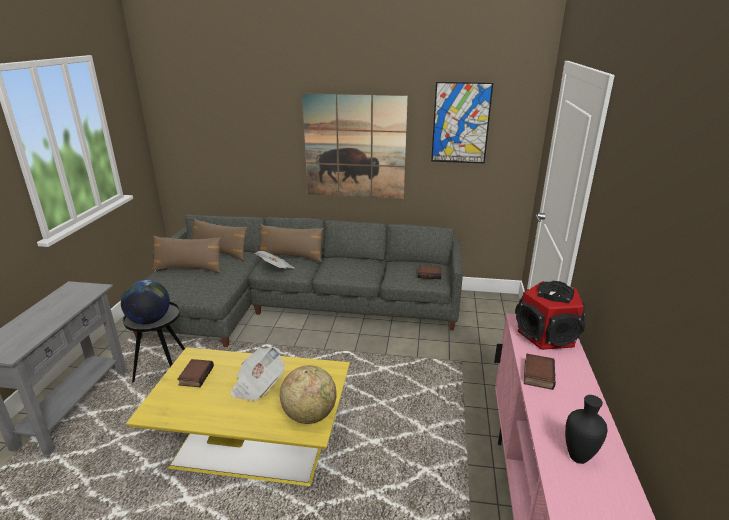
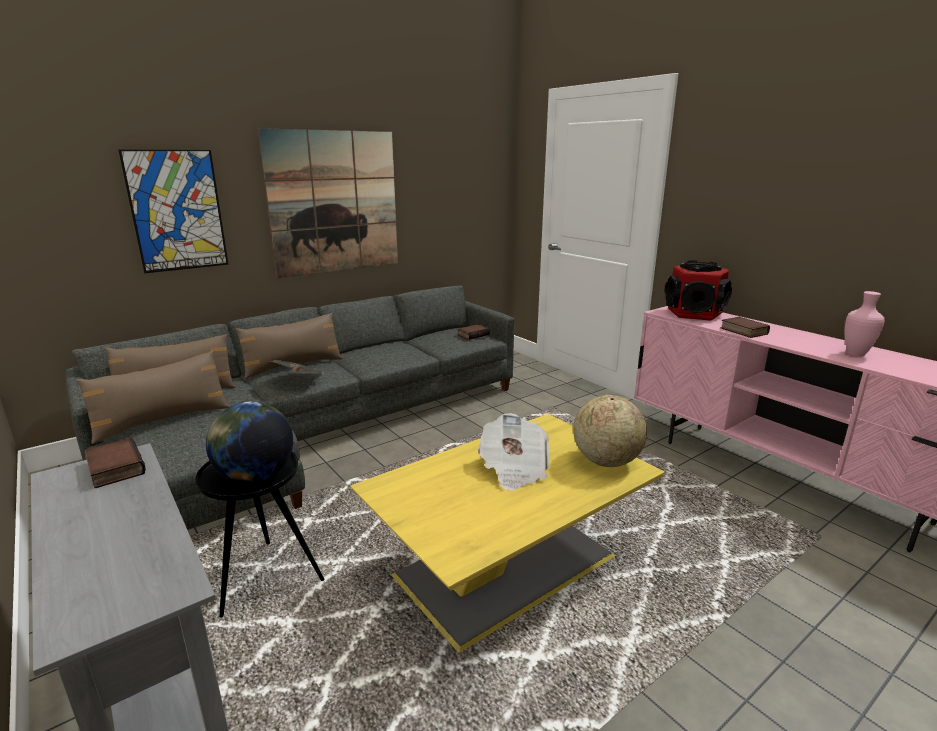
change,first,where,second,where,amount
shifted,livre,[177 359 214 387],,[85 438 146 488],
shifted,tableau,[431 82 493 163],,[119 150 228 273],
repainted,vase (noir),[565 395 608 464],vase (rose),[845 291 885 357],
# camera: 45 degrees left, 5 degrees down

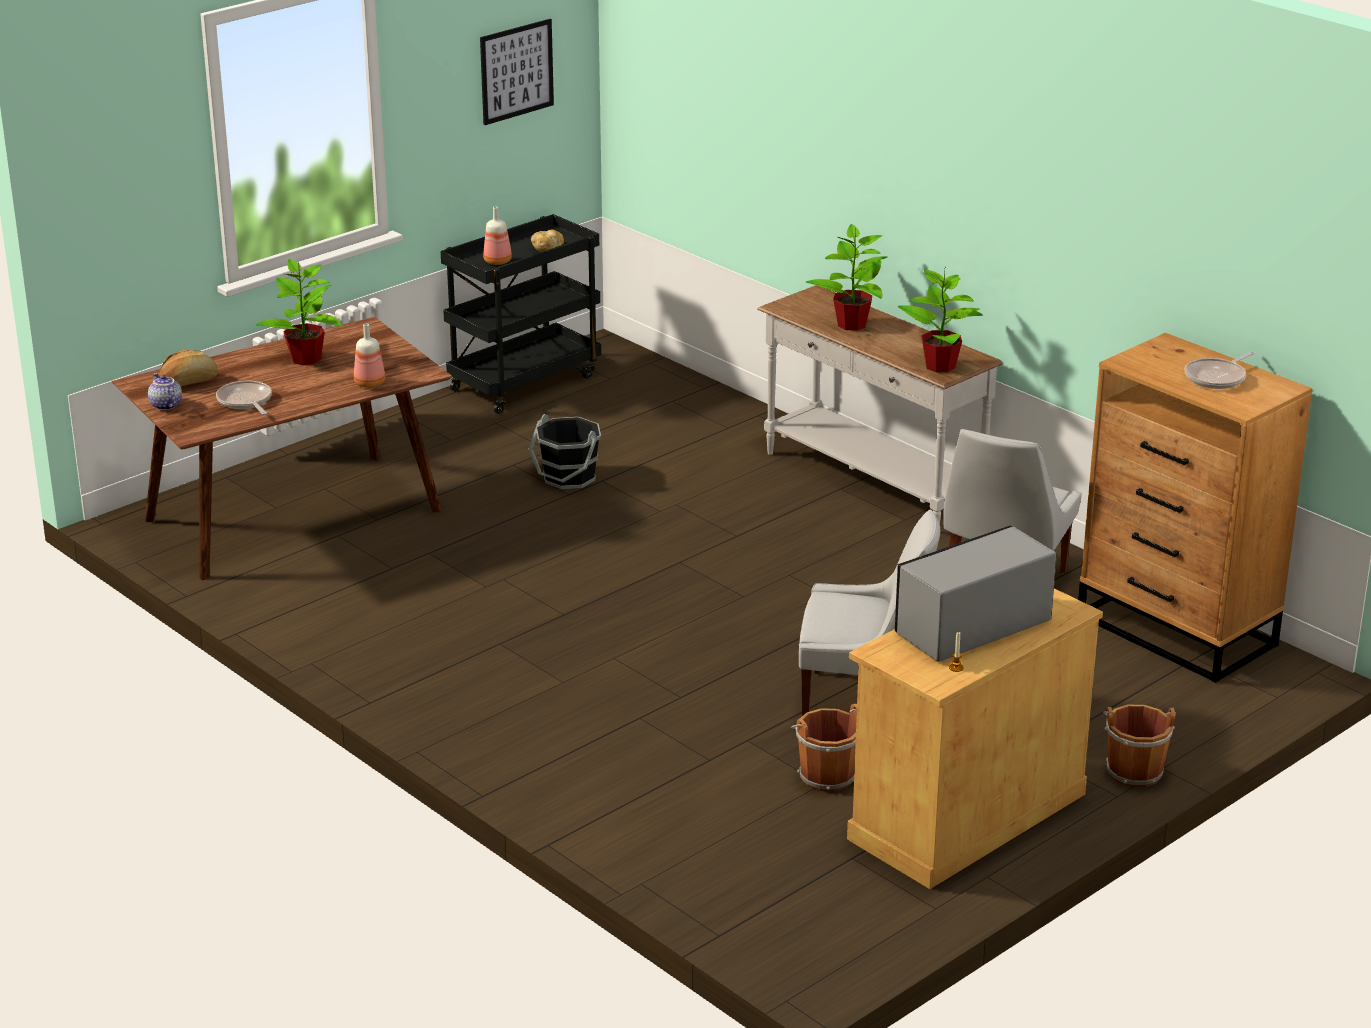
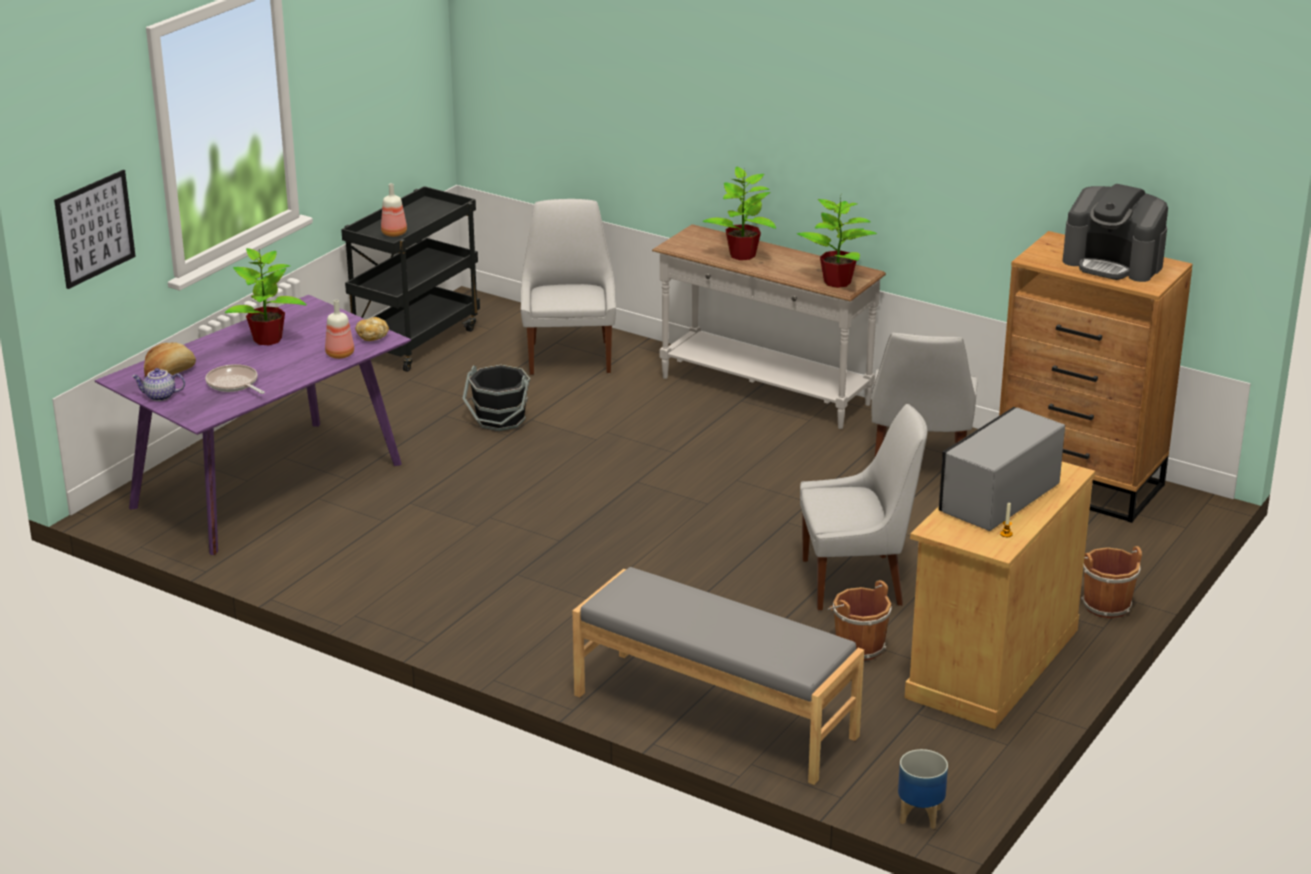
change,first,where,second,where,amount
repainted,table à manger (marron),[112 317 452 580],table à manger (violet),[95 295 411 555],
rotated,théière,[148 373 182 410],,[132 368 185 401],45 degrees counterclockwise
shifted,tableau,[480 19 554 125],,[54 170 136 289],
shifted,pain,[531 229 564 252],,[355 317 389 341],
swapped,poêle,[1185 351 1255 389],machine à café,[1063 184 1168 282],
new,,,chaise (blanc),[521 199 616 375],
new,,,banc (gris),[572 567 864 785],
new,,,cache-pot,[898 749 948 829],
# camera: 15 degrees left, 0 degrees up

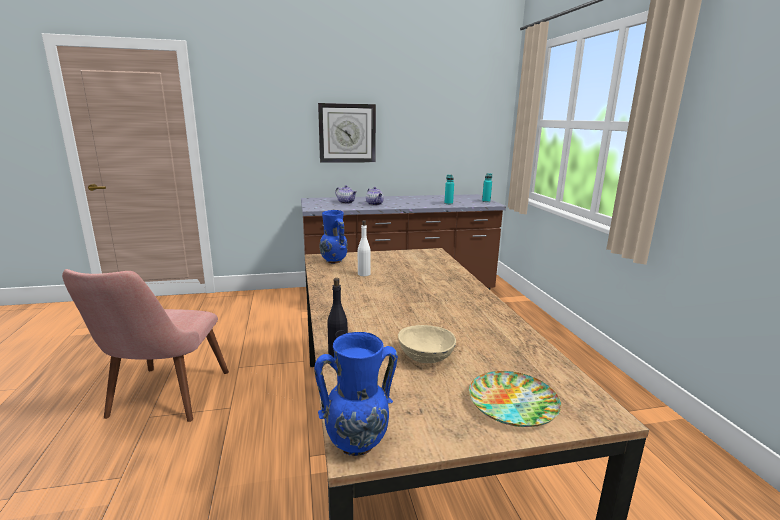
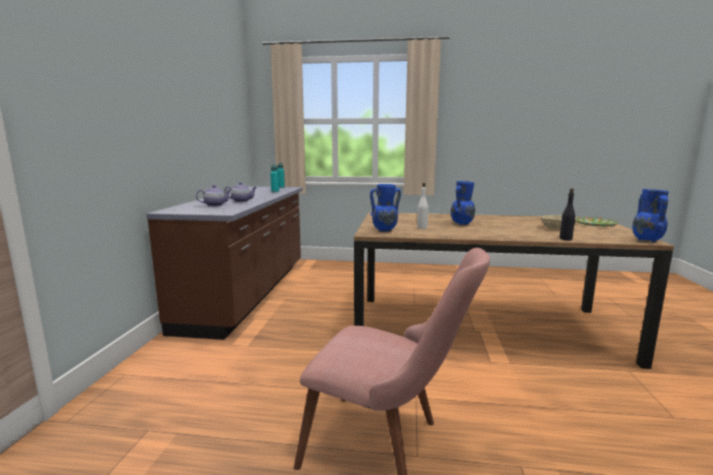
change,first,where,second,where,amount
gone,horloge murale,[318 103 376 163],,,
new,,,vase (bleu),[451 181 475 226],
# camera: 70 degrees left, 5 degrees down

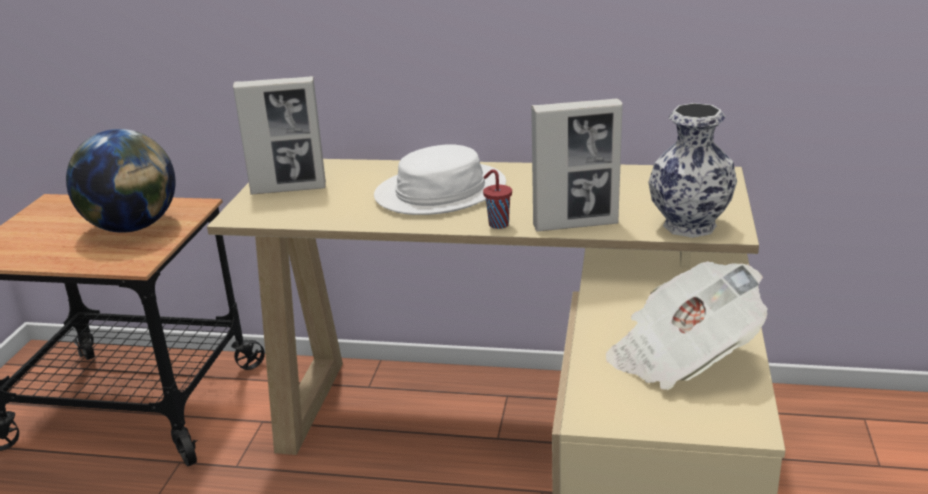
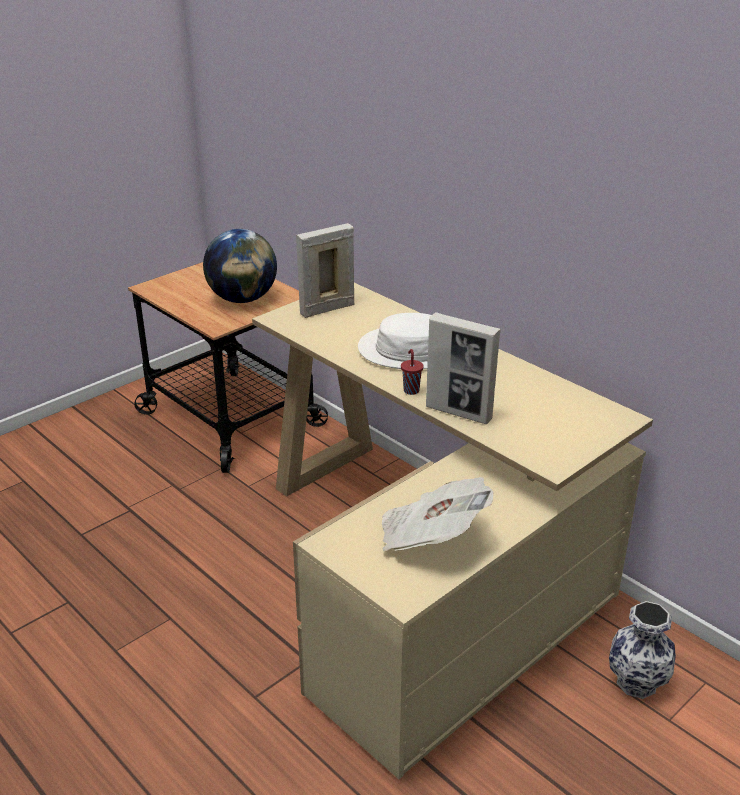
change,first,where,second,where,amount
rotated,cadre photo,[233 76 326 194],,[296 223 354 318],120 degrees clockwise
shifted,vase,[648 103 737 238],,[609 601 676 699],
# camera: 35 degrees right, 5 degrees up

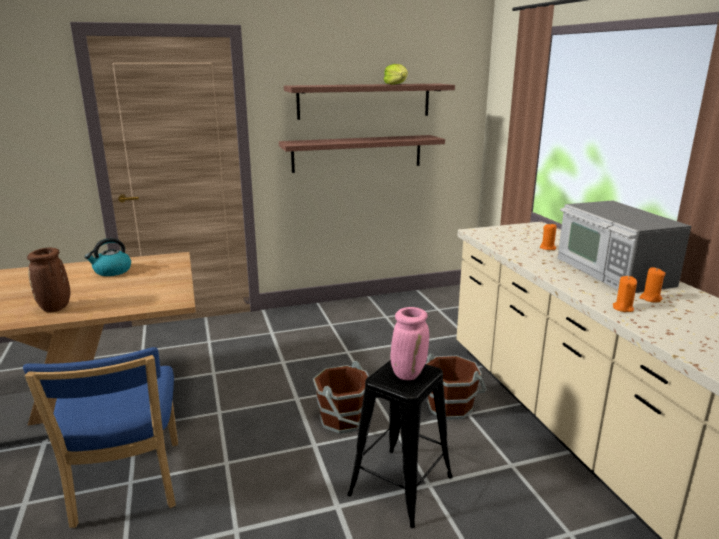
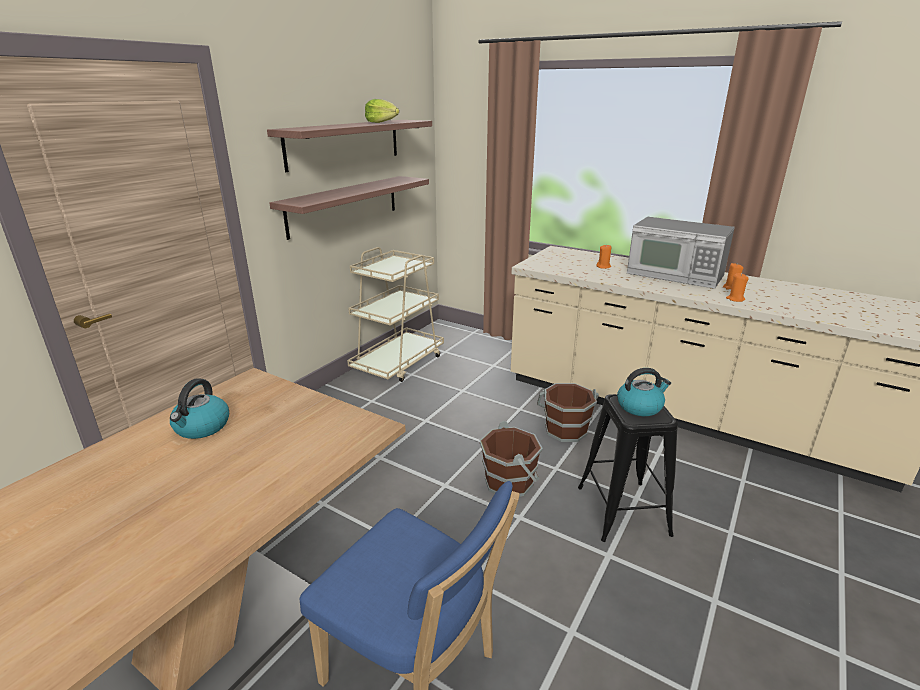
change,first,where,second,where,amount
gone,vase (marron),[27 248 70 312],,,
swapped,vase (rose),[390 307 429 380],bouilloire,[617 368 671 416],
new,,,chariot (beige),[347 247 444 382],
# camera: 40 degrees left, 5 degrees up

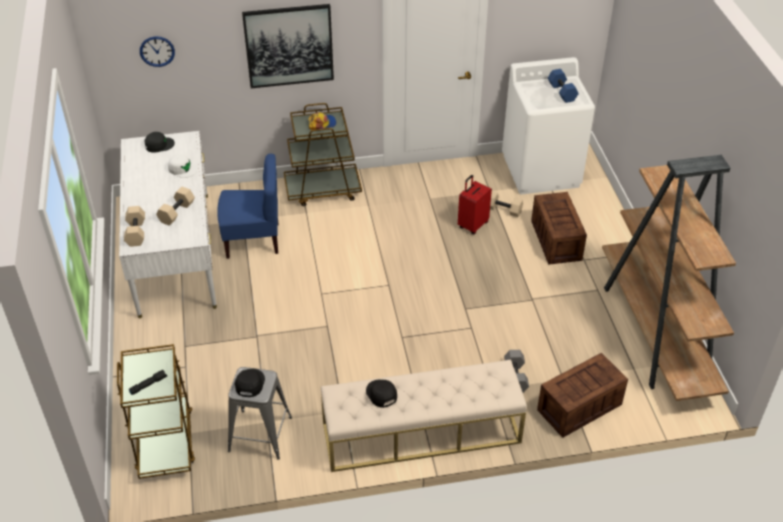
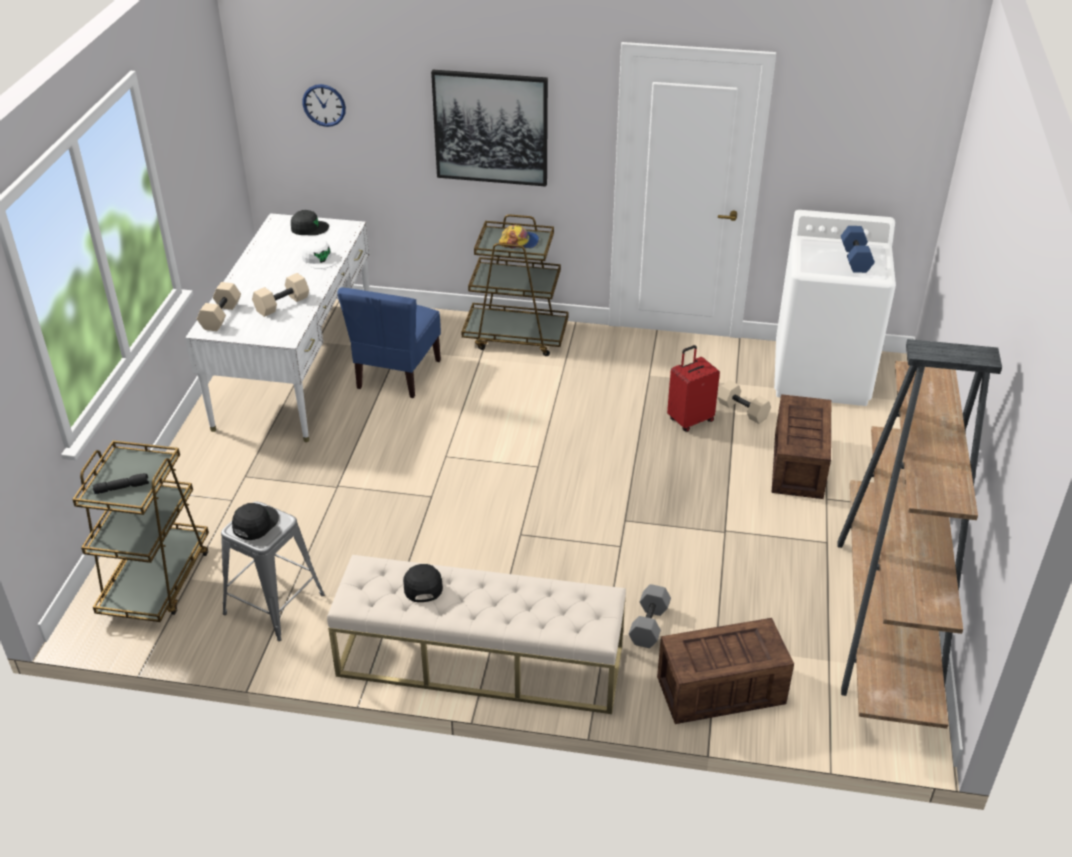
change,first,where,second,where,amount
rotated,chaise (bleu),[217 154 278 259],,[337 288 441 398],90 degrees clockwise
# camera: 20 degrees right, 5 degrees down

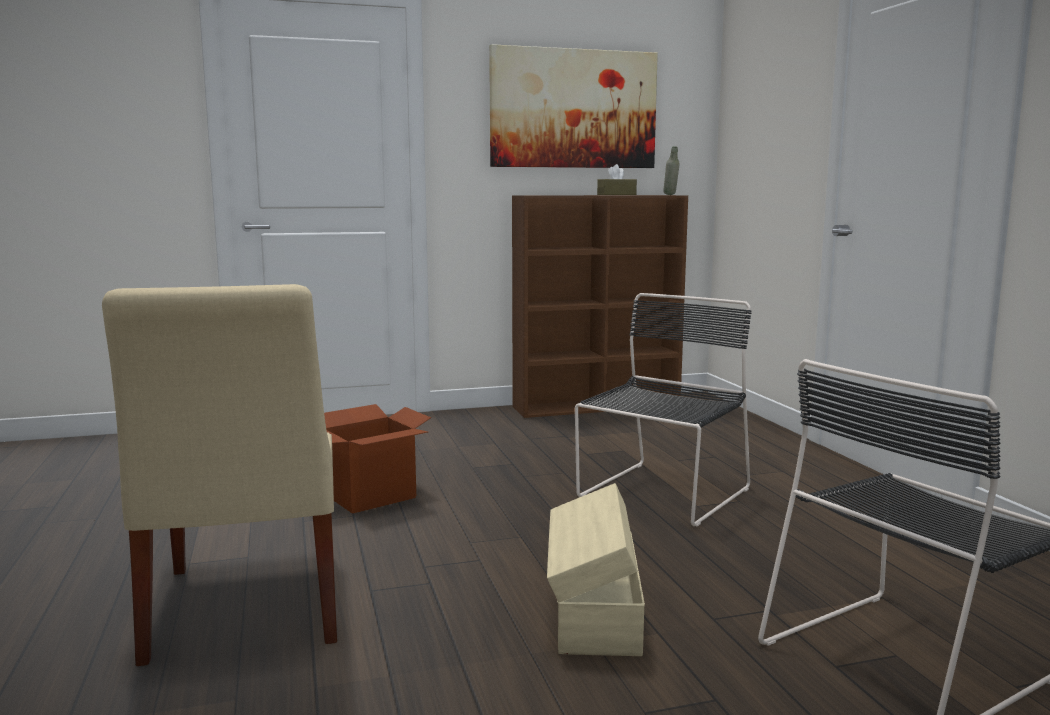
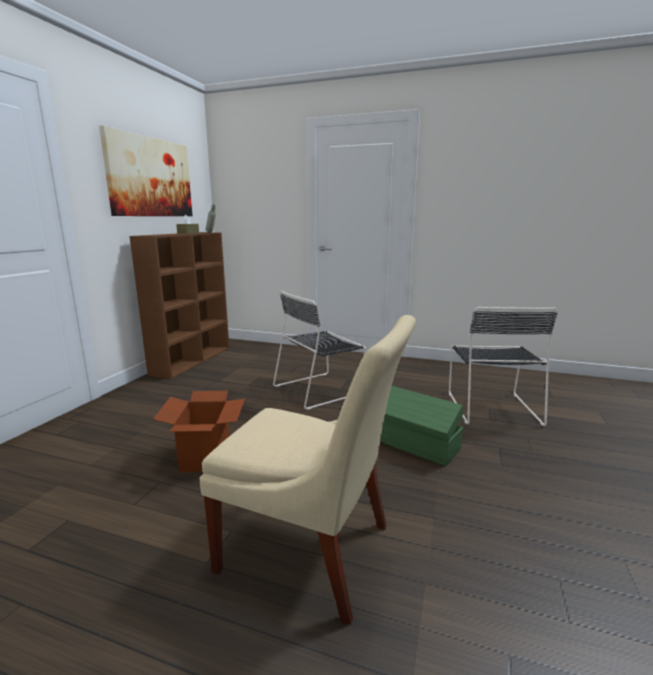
change,first,where,second,where,amount
repainted,boîte de rangement (beige),[547 483 645 656],boîte de rangement (vert),[380 386 463 466],
rotated,chaise (noir),[575 293 752 526],,[273 291 366 410],105 degrees counterclockwise
# camera: 55 degrees left, 5 degrees up

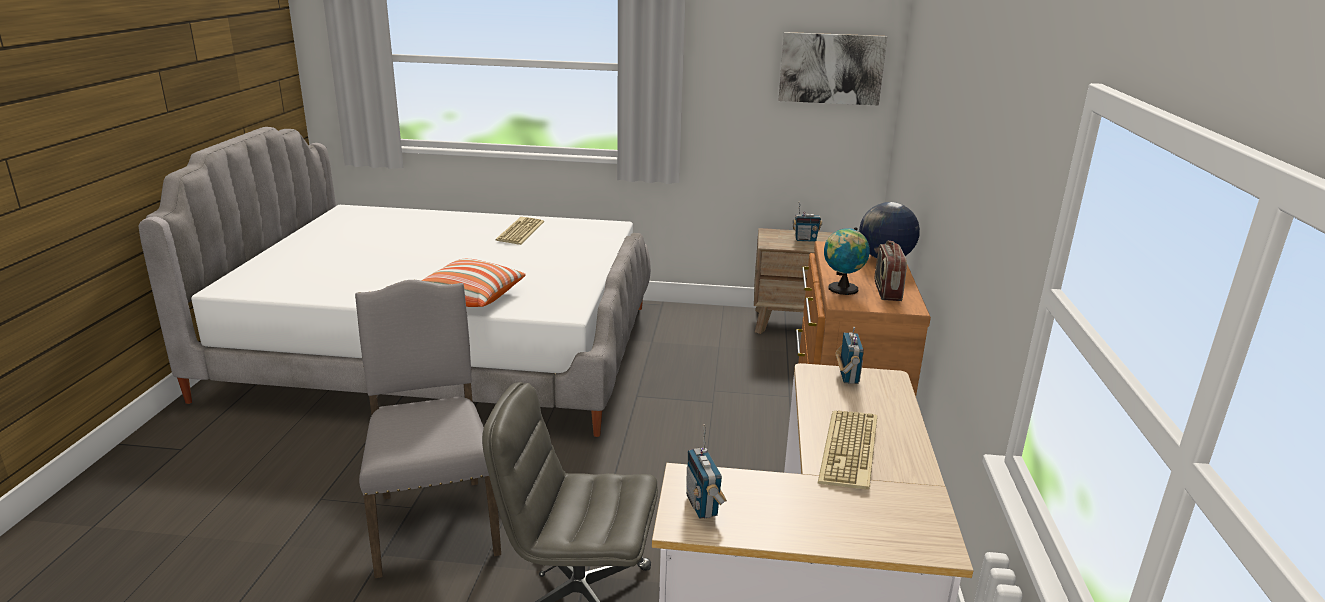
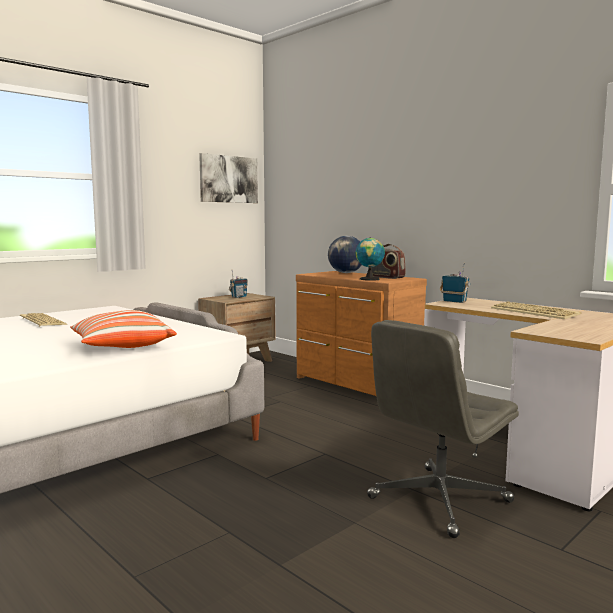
change,first,where,second,where,amount
gone,chaise (gris),[355 280 501 578],,,
gone,radio,[686 424 727 519],,,
# camera: 50 degrees left, 15 degrees down

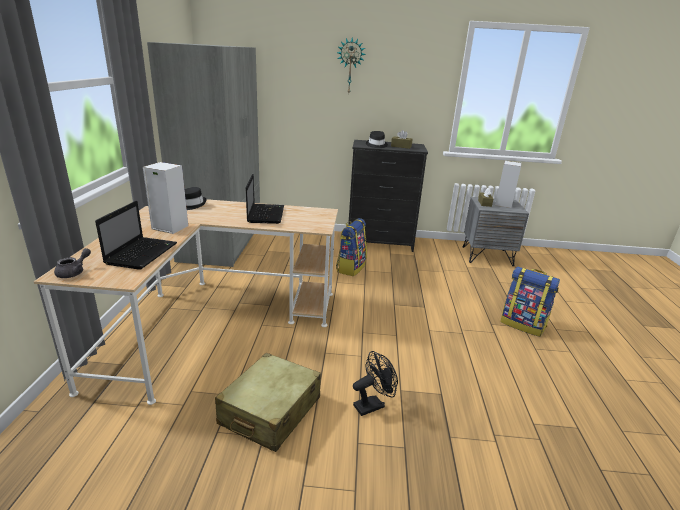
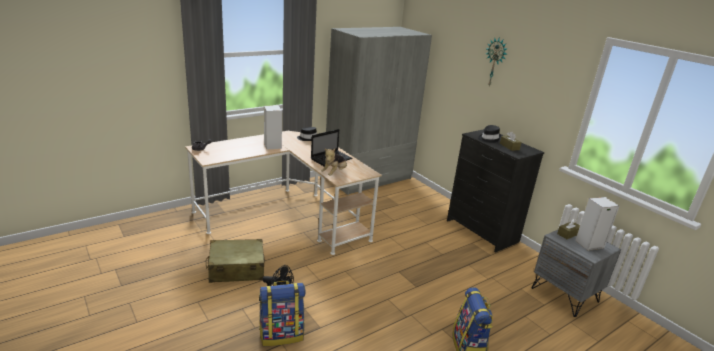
change,first,where,second,where,amount
gone,ordinateur portable,[95 201 177 270],,,
shifted,sac à dos,[336 218 367 276],,[259 281 306 346],
new,,,peluche,[321 148 347 176],
# camera: 50 degrees right, 0 degrees up

